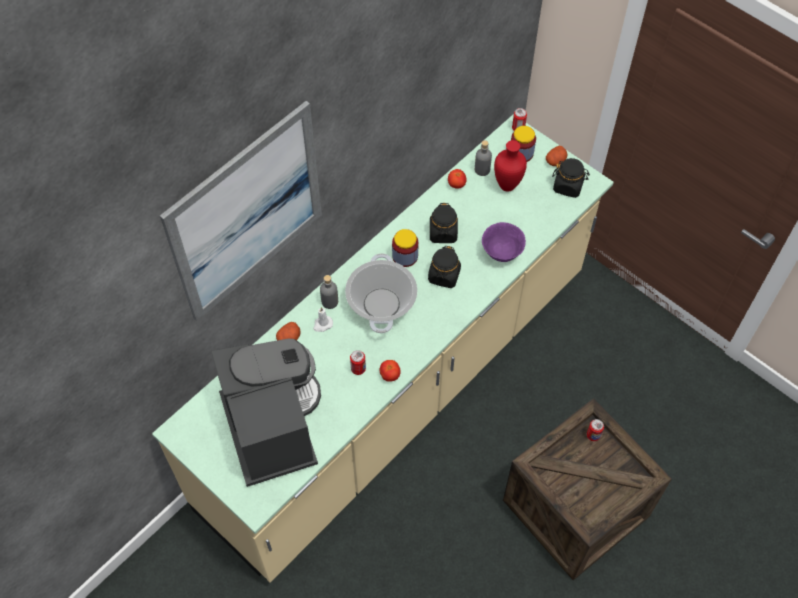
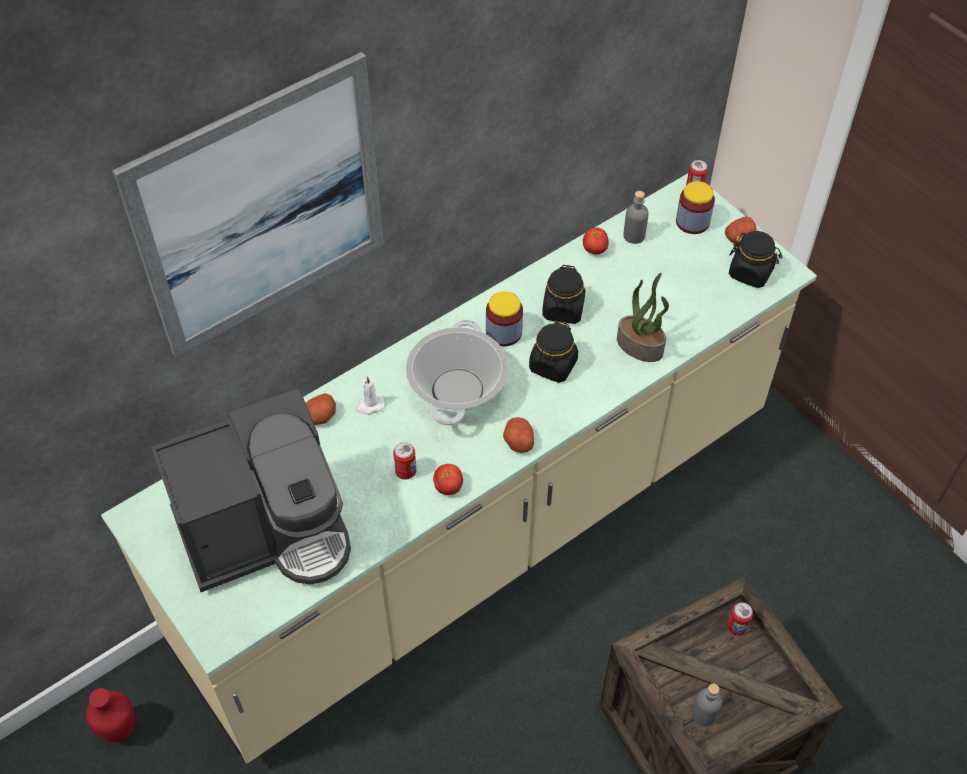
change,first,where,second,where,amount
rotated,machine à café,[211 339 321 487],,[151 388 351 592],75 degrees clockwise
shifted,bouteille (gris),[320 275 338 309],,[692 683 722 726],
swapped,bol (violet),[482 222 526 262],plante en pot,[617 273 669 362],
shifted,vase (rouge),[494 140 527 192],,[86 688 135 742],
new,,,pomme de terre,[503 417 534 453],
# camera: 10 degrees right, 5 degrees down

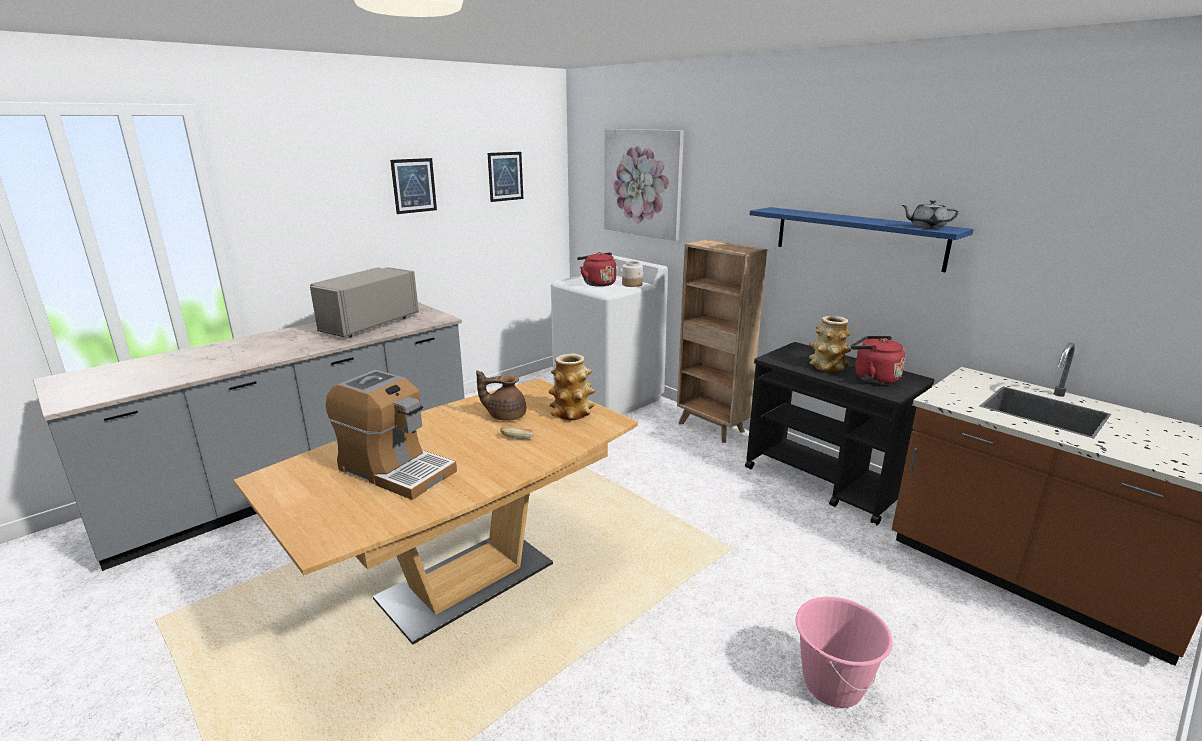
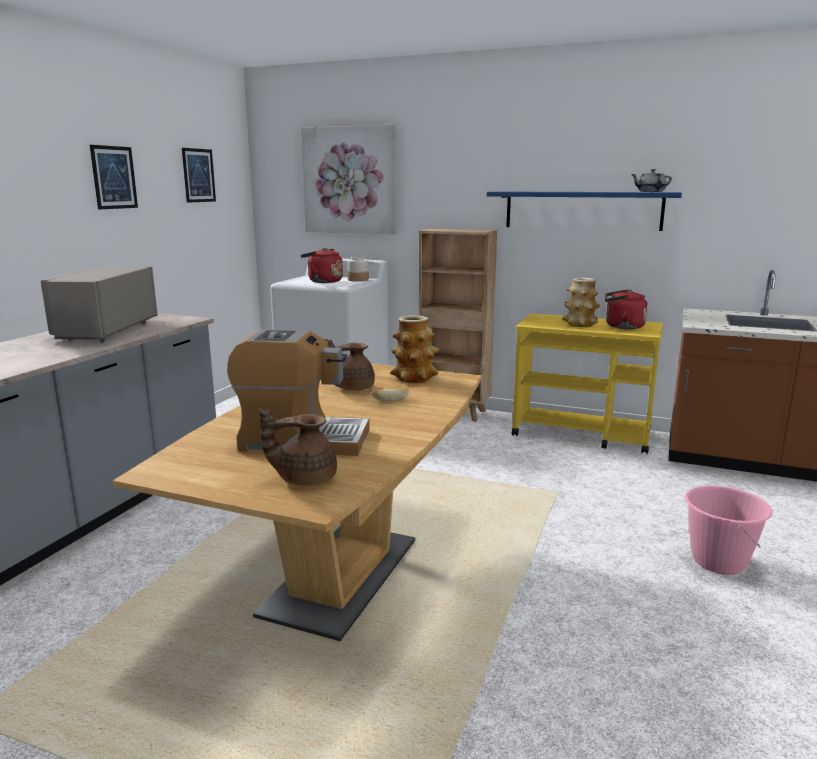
change,first,where,second,where,amount
repainted,chariot (noir),[745 342 935 526],chariot (jaune),[512 314 663 454],
new,,,théière (marron),[259 408 337 485],
# camera: 25 degrees left, 5 degrees down

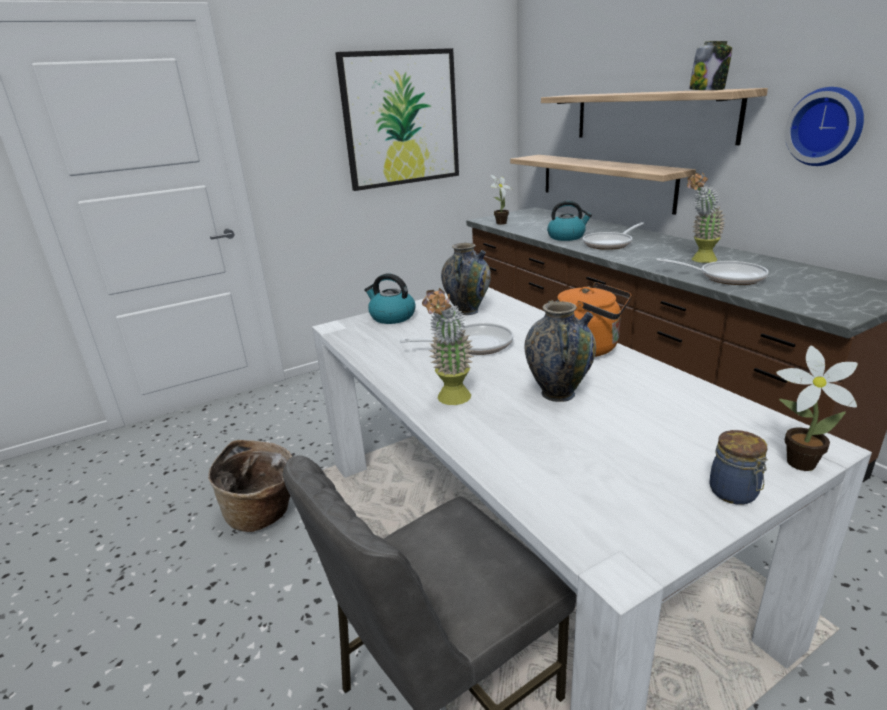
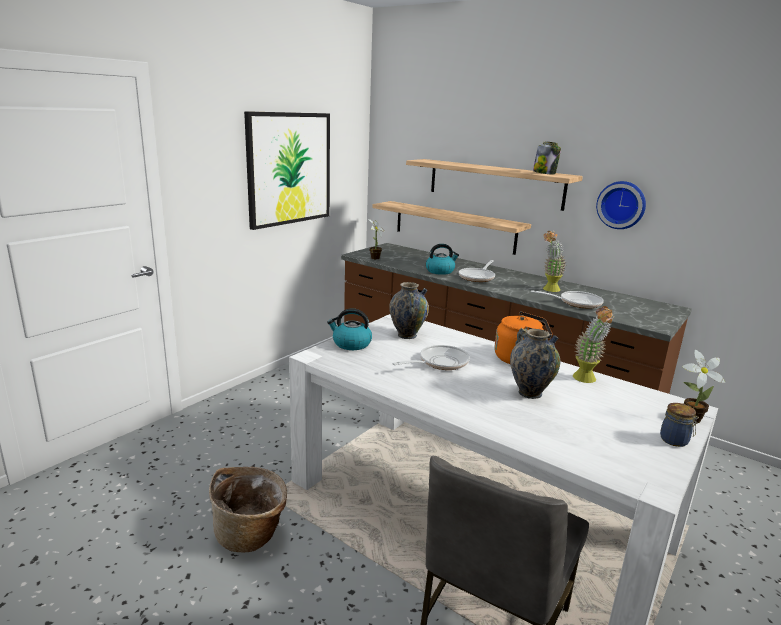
change,first,where,second,where,amount
shifted,plante en pot,[422 288 474 405],,[573 306 614 383],
# camera: 25 degrees left, 5 degrees down

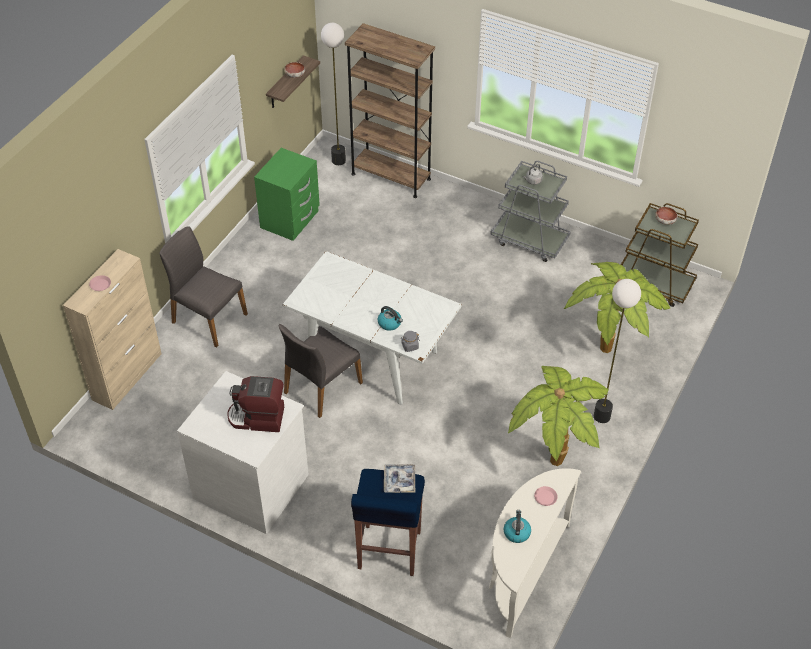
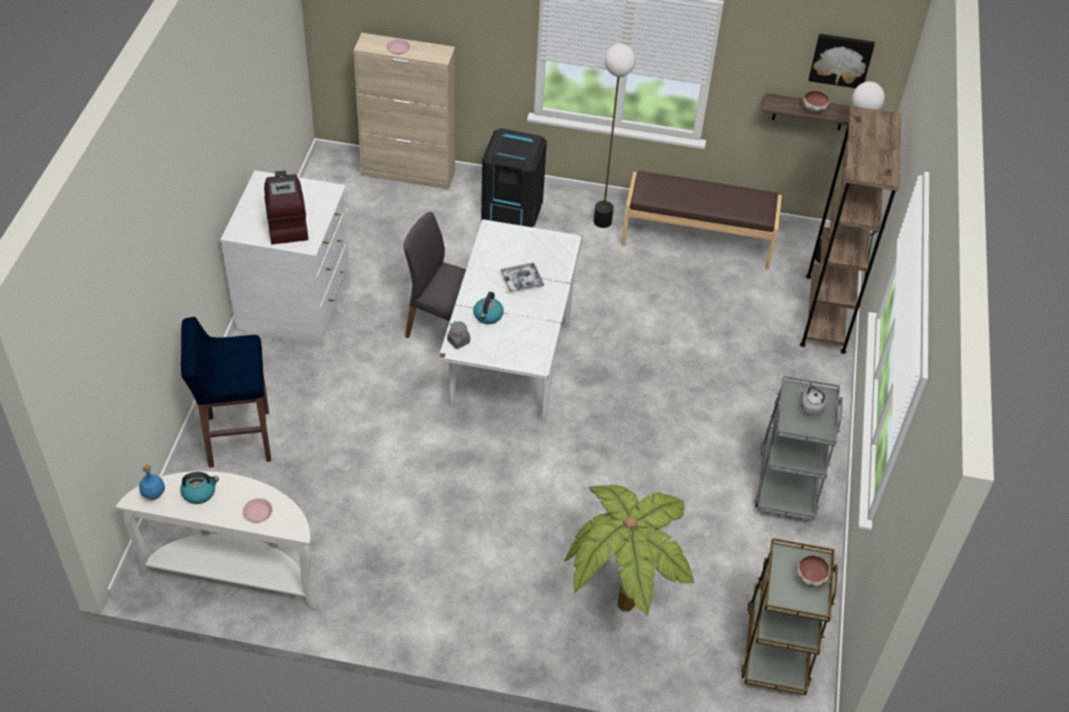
change,first,where,second,where,amount
swapped,chaise (gris),[160 226 248 347],poubelle (noir),[481 128 547 227],
swapped,table de chevet (vert),[254 148 320 241],banc (marron),[621 171 782 269],
shifted,plateau,[384 464 415 493],,[500 262 544 293],
gone,plante en pot,[508 366 609 466],,,
shifted,lampadaire,[594 279 641 423],,[594 44 636 228],
new,,,bouteille (bleu),[139 464 165 500],
new,,,tableau,[808 34 875 88],
# camera: 70 degrees right, 0 degrees up

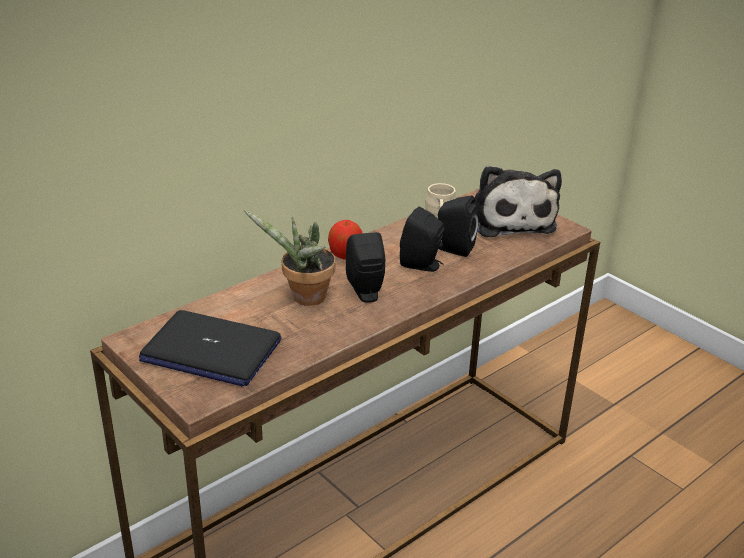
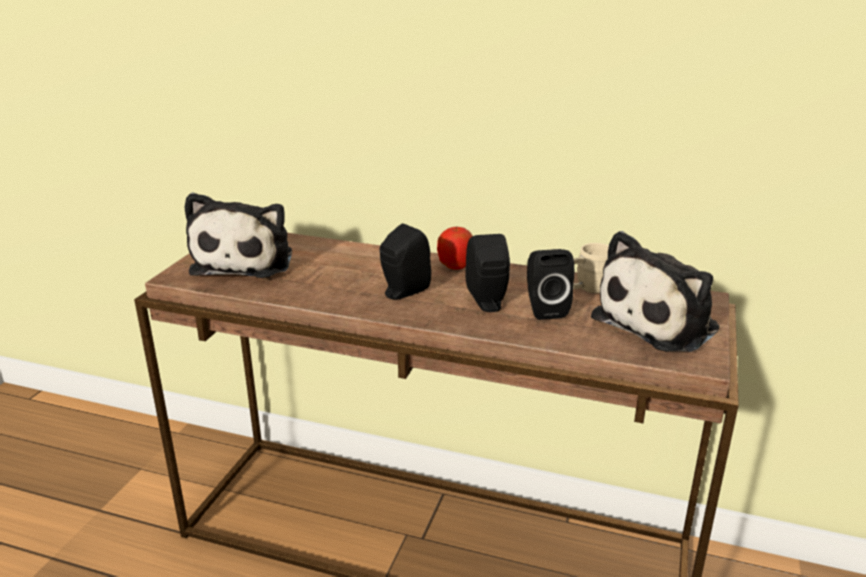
change,first,where,second,where,amount
swapped,ordinateur portable,[139 310 281 387],peluche,[185 192 292 278],
gone,plante en pot,[243 209 336 306],,,
# camera: 60 degrees right, 5 degrees down

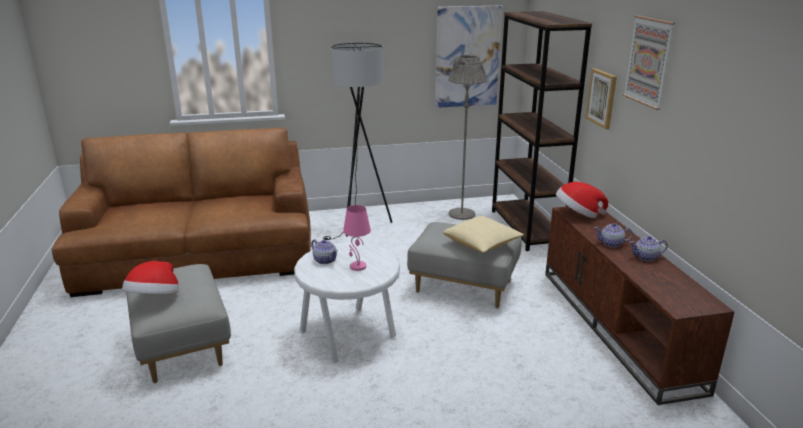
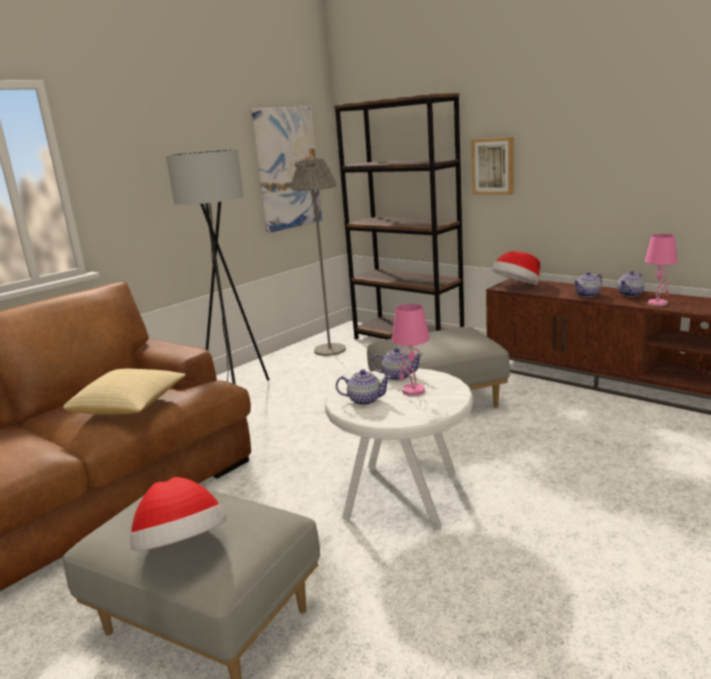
change,first,where,second,where,amount
shifted,coussin,[443 216 524 253],,[63 369 186 415],
gone,tableau,[623 15 675 110],,,
new,,,théière,[371 347 423 381],
new,,,lampe de table (rose),[645 234 678 306],
# camera: 35 degrees left, 5 degrees down

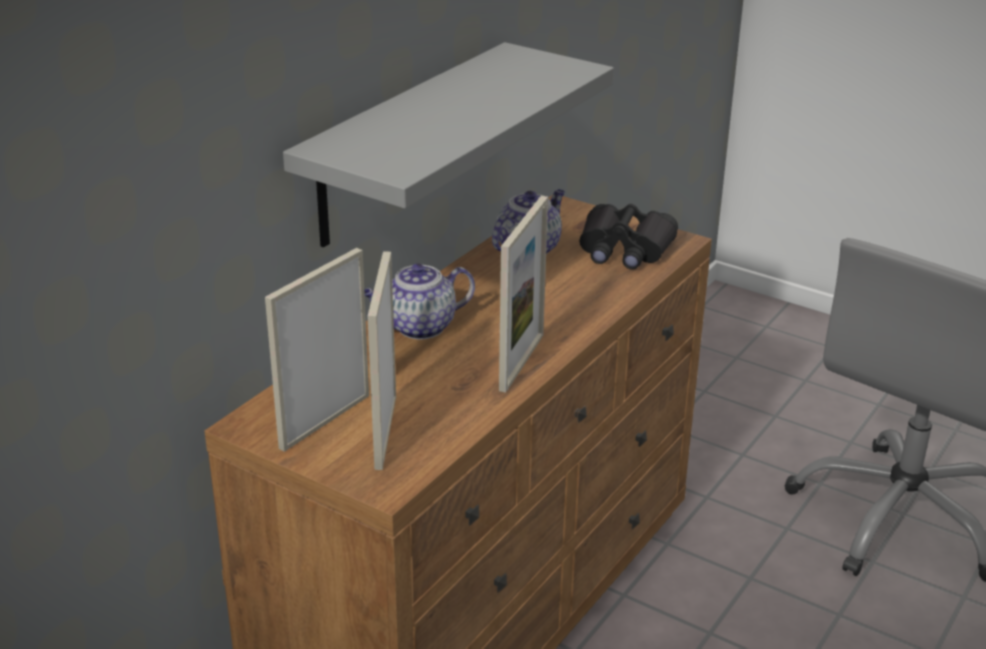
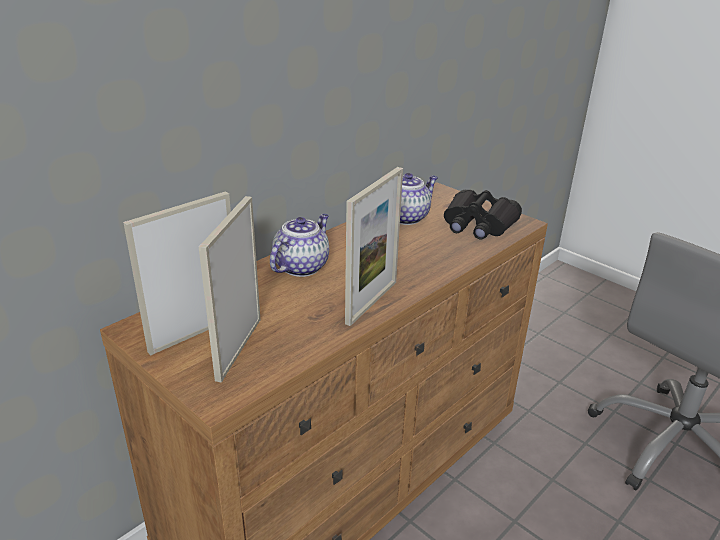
change,first,where,second,where,amount
gone,étagère (gris),[283 42 614 248],,,
rotated,théière,[364 263 475 340],,[270 214 329 277],135 degrees clockwise
# camera: 10 degrees right, 0 degrees up

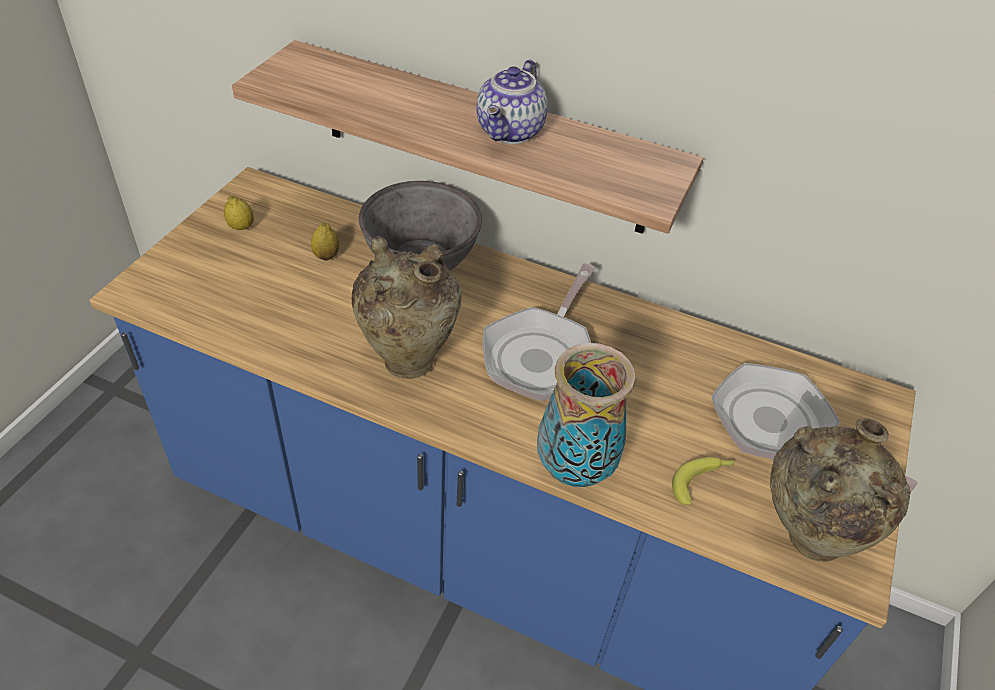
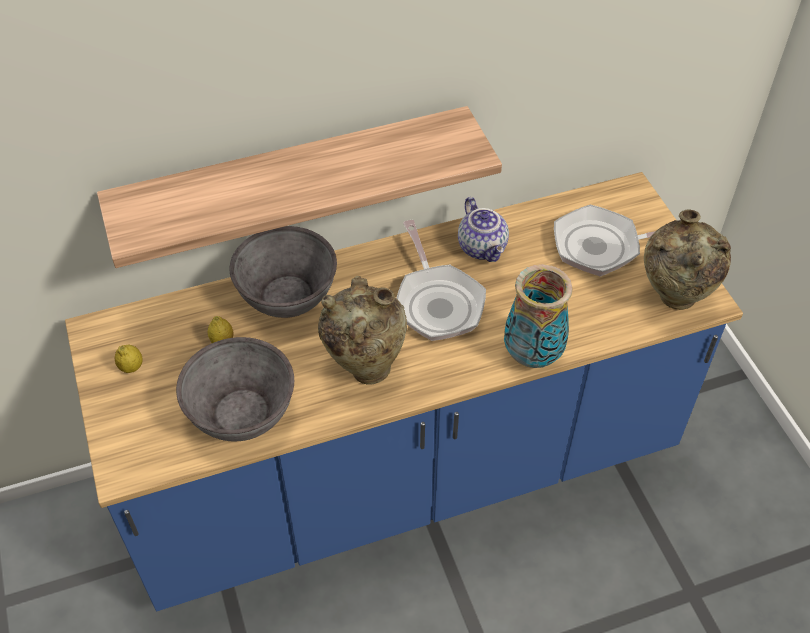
change,first,where,second,where,amount
shifted,théière,[476 59 548 144],,[458 197 509 262],
gone,banane,[672 457 735 505],,,
new,,,bol (gris),[176 337 294 441],
# camera: 40 degrees left, 5 degrees up

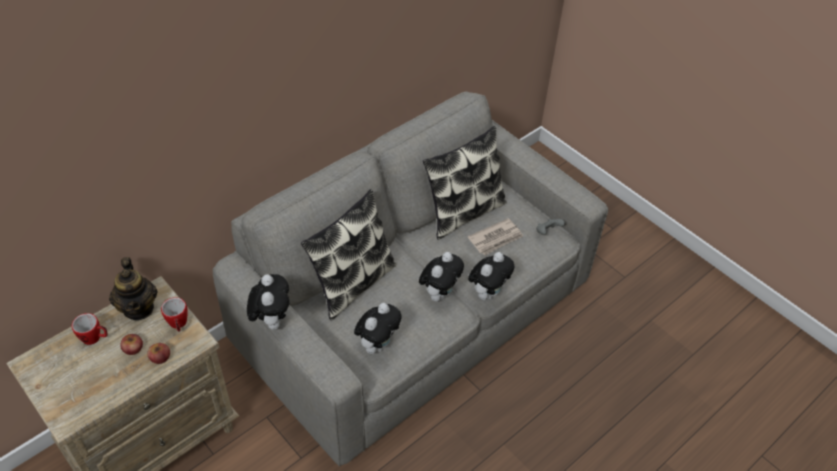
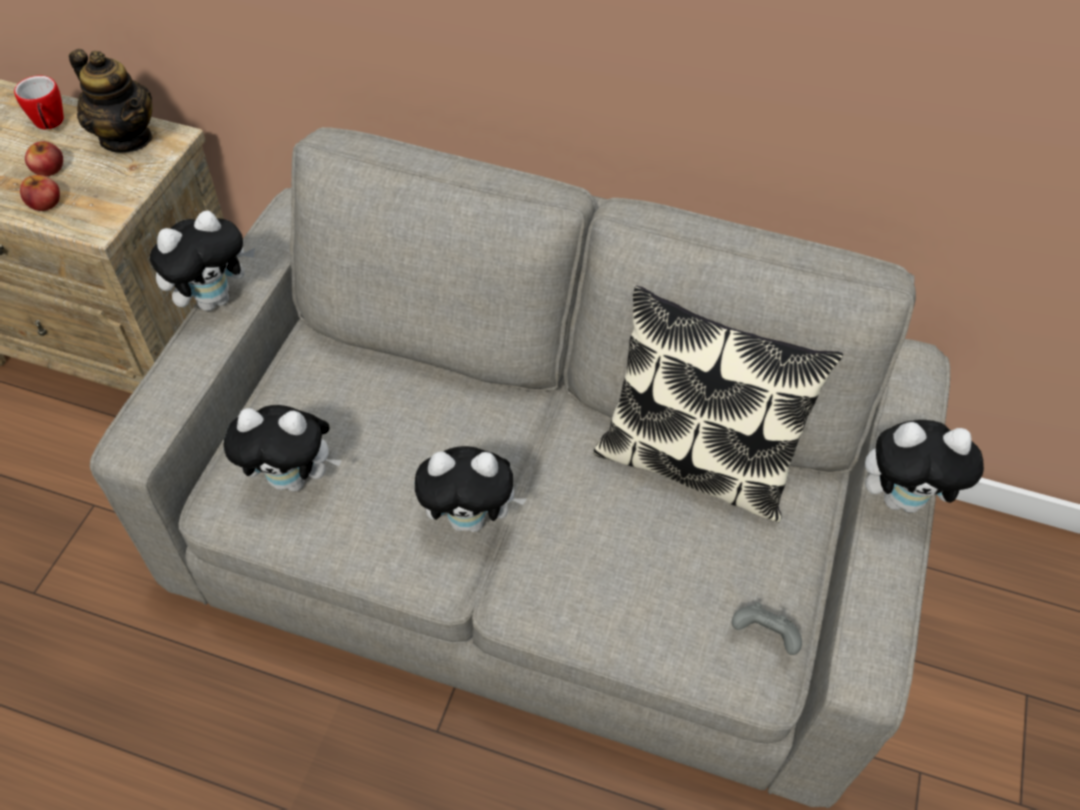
change,first,where,second,where,amount
rotated,théière,[109 257 157 320],,[69 49 153 153],90 degrees counterclockwise
gone,mug,[161 297 188 332],,,
gone,coussin,[301 189 396 320],,,
gone,journal,[468 218 523 255],,,
shifted,peluche,[468 252 514 300],,[865 420 984 513],
# camera: 60 degrees right, 5 degrees up

